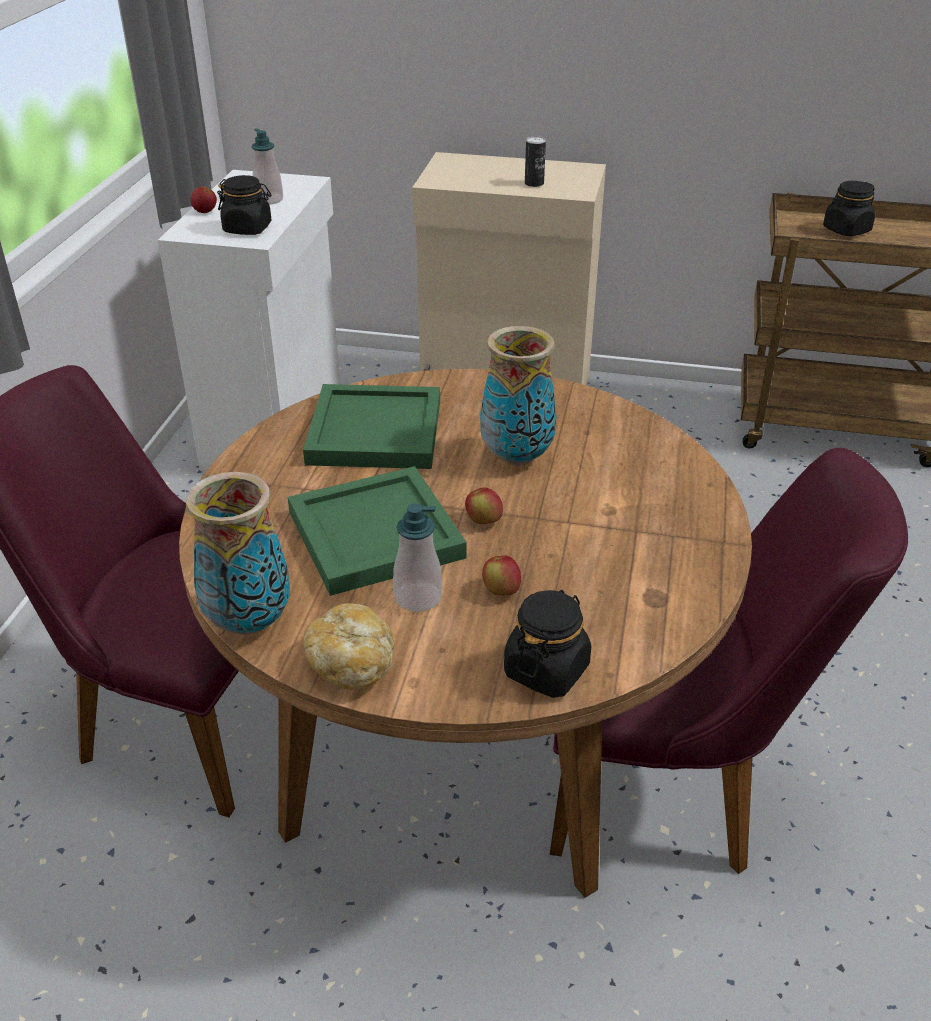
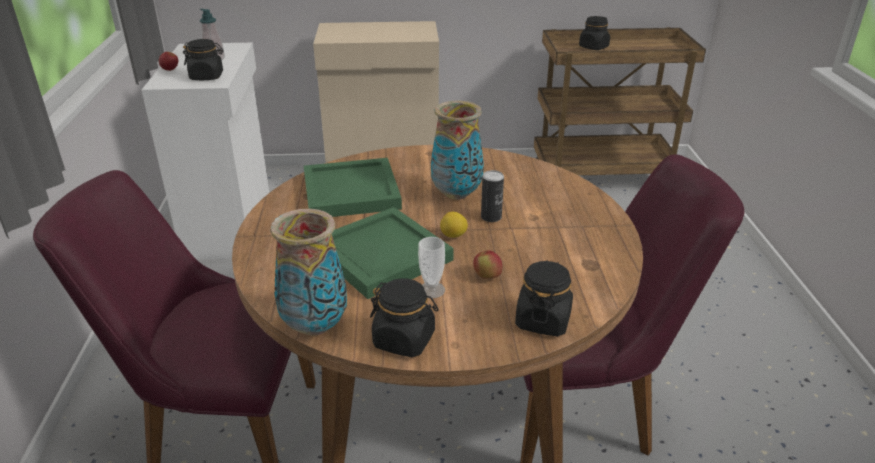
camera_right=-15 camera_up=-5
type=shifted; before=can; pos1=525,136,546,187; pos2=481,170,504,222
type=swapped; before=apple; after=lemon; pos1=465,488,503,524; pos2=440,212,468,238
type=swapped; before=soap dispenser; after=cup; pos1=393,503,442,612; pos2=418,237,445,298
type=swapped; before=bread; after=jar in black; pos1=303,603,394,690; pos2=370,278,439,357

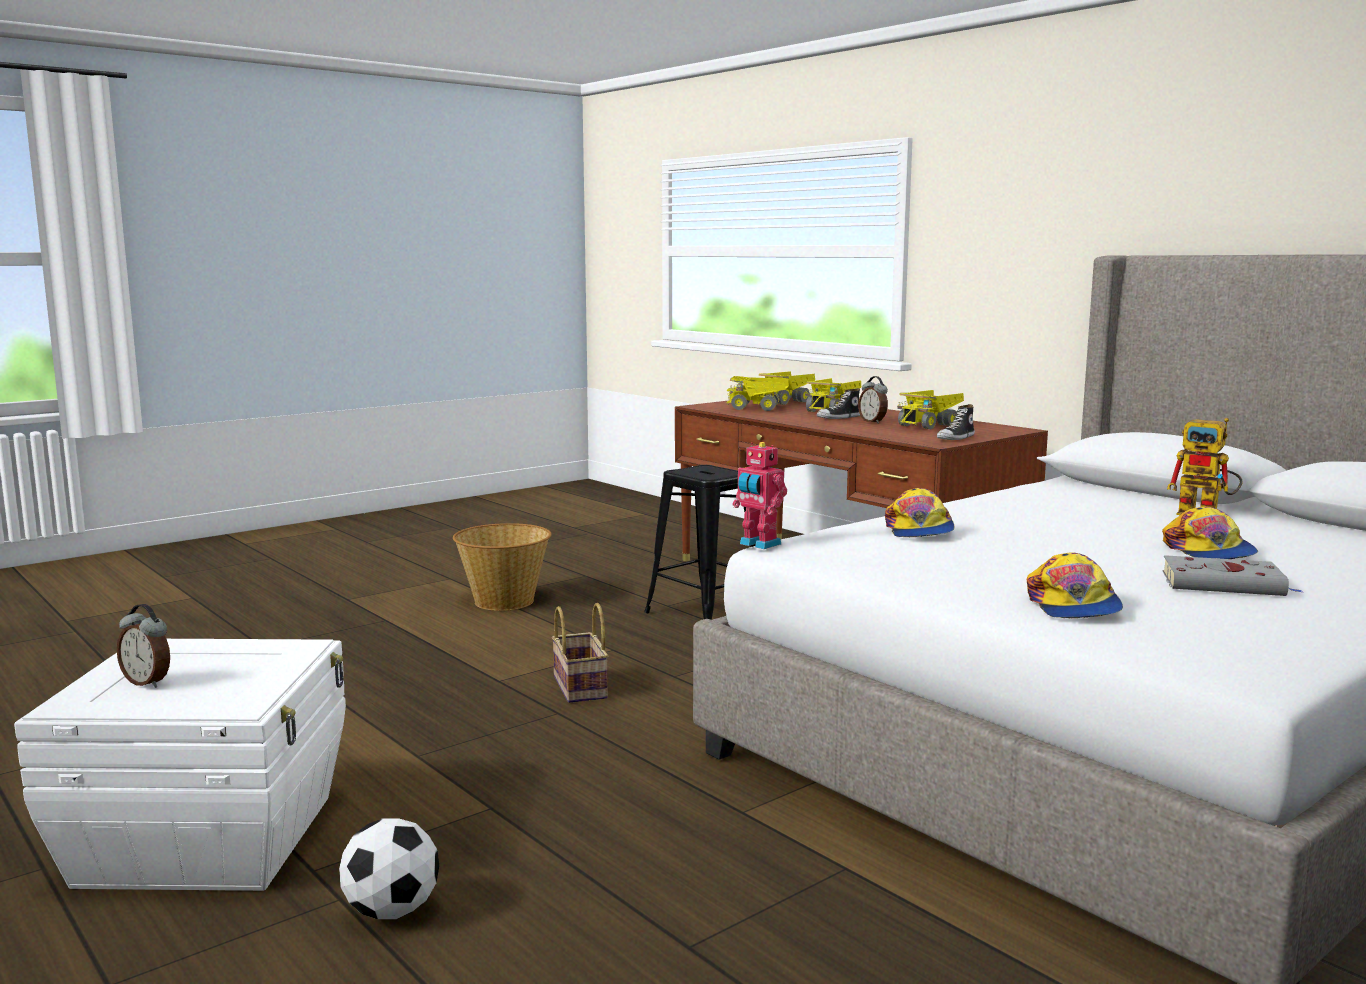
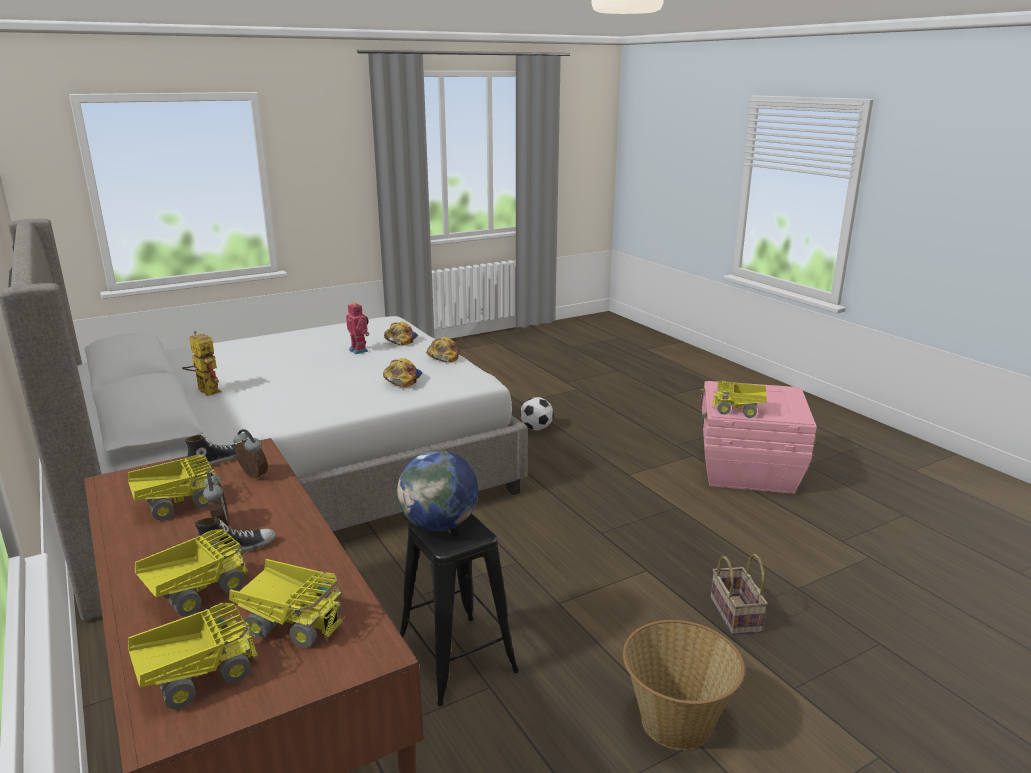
camera_right=-170 camera_up=10
type=shifted; before=toy robot; pos1=733,442,787,549; pos2=346,302,370,354
type=shifted; before=cap; pos1=1162,507,1258,559; pos2=426,337,459,363
type=gone; before=book in grey; pos1=1163,555,1302,596
type=shifted; before=basket; pos1=552,603,608,703; pos2=711,554,768,635
type=shifted; before=alarm clock; pos1=117,604,170,688; pos2=233,429,268,479
type=repainted; before=storage box in white; after=storage box in pink; pos1=14,639,346,891; pos2=700,381,817,494
type=shifted; before=football; pos1=339,818,439,919; pos2=520,397,554,430
type=new; after=toy truck; pos2=712,381,767,418
type=new; after=globe; pos2=397,450,478,531

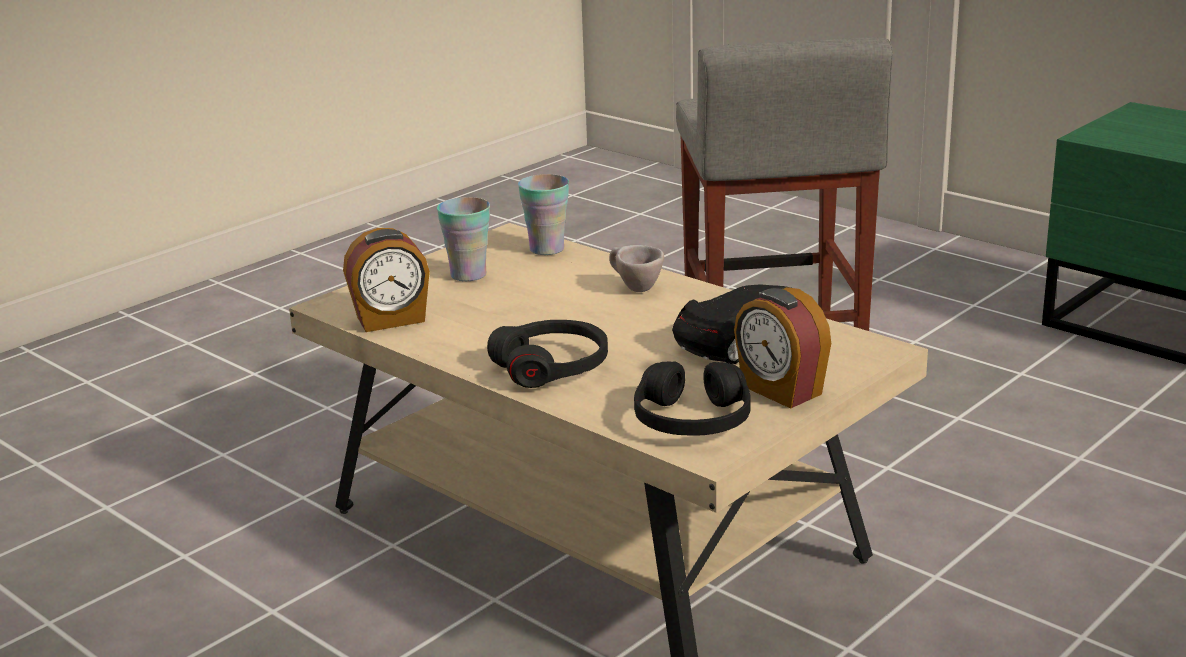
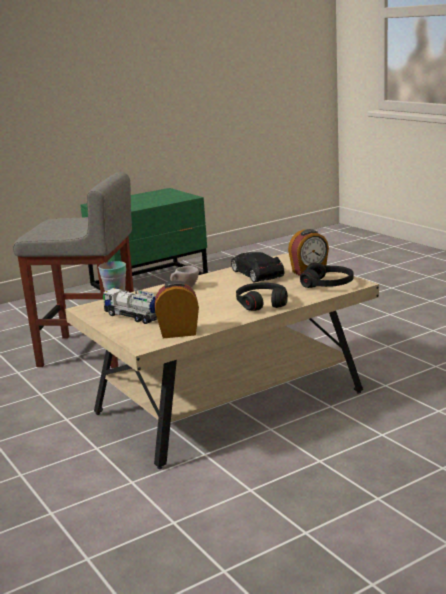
camera_right=-75 camera_up=-5
type=swapped; before=cup; after=toy truck; pos1=437,197,490,281; pos2=103,288,157,324
type=rotated; before=alarm clock; pos1=343,228,430,332; pos2=155,280,199,338; turn=-90

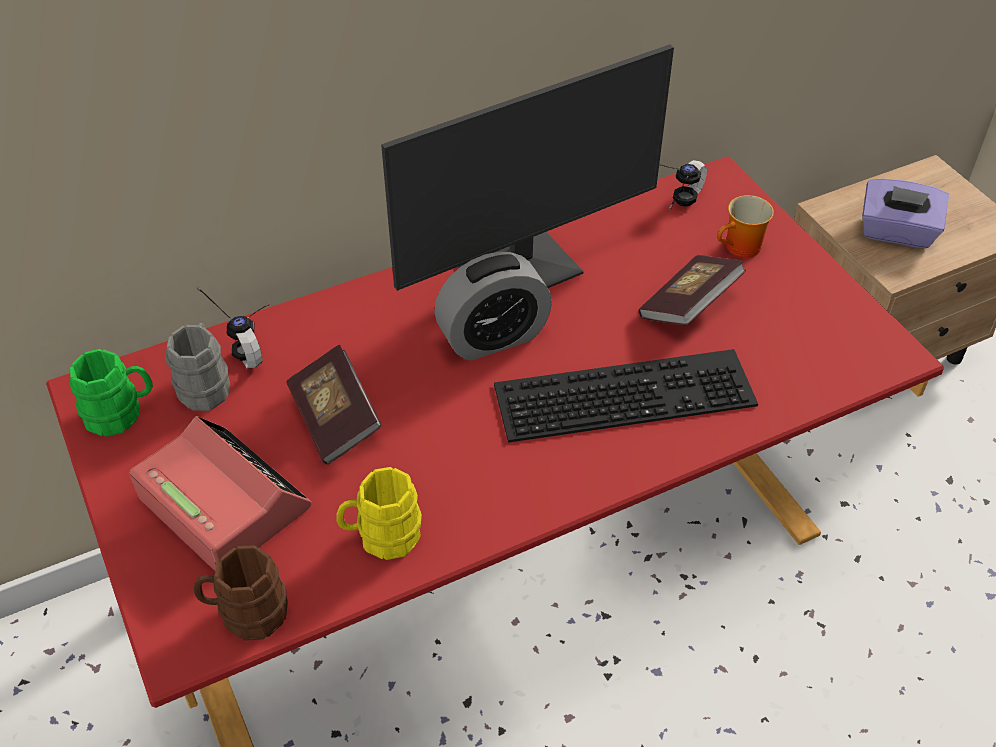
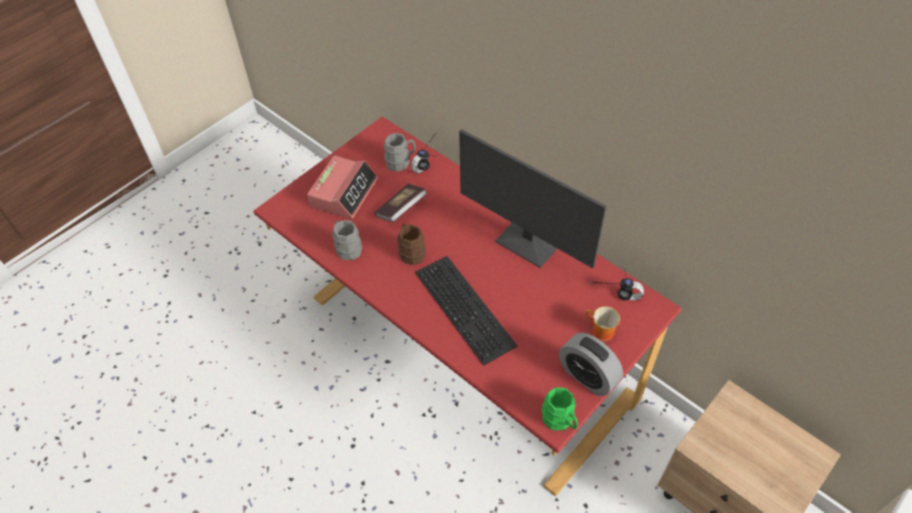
camera_right=70 camera_up=5
type=gone; before=tissue box in purple; pos1=862,178,949,248
type=shifted; before=alarm clock; pos1=434,252,552,361; pos2=559,333,623,396
type=gone; before=book; pos1=639,255,746,325
type=shifted; before=mug in green; pos1=70,349,153,437; pos2=542,387,578,431
type=repainted; before=mug in yellow; after=mug in grey; pos1=336,467,422,560; pos2=332,220,362,260
type=shifted; before=mug in brown; pos1=194,545,288,641; pos2=397,224,426,265

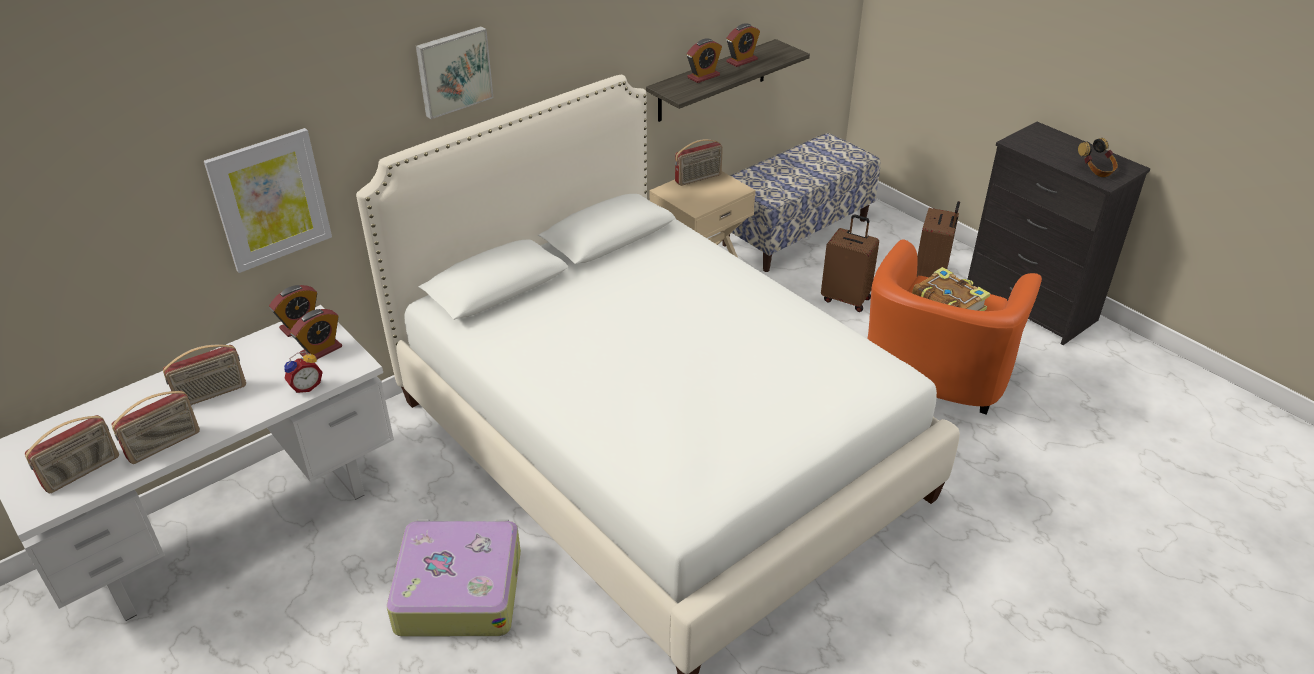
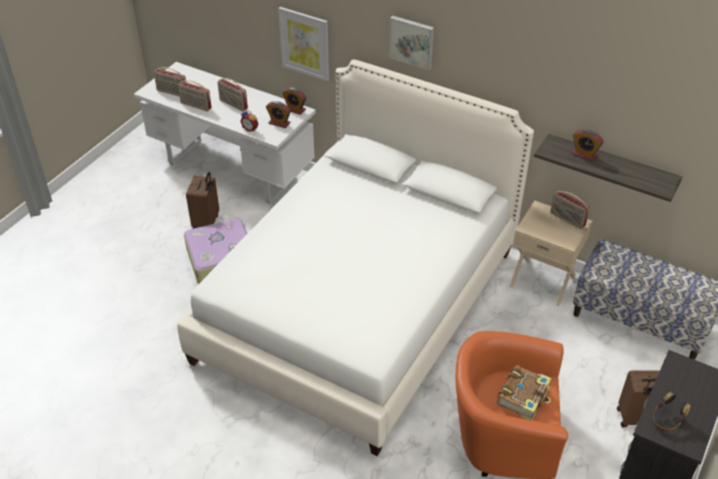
camera_right=70 camera_up=5
type=gone; before=alarm clock; pos1=726,23,760,67
type=shifted; before=suitcase in brown; pos1=821,214,879,312; pos2=186,172,219,229

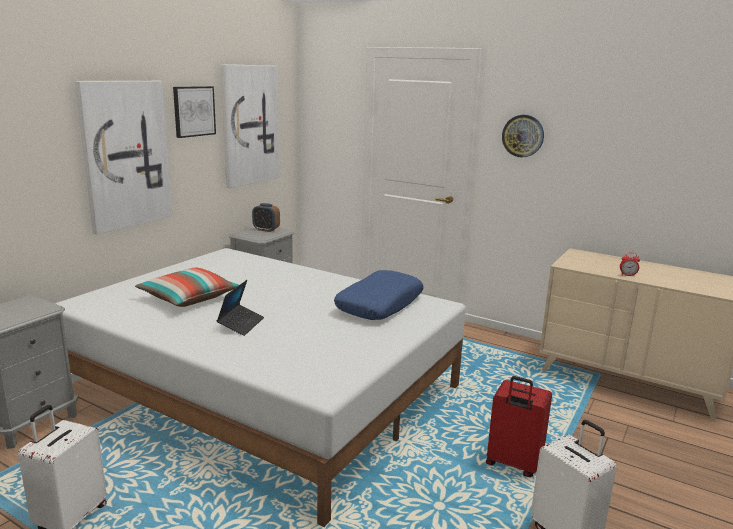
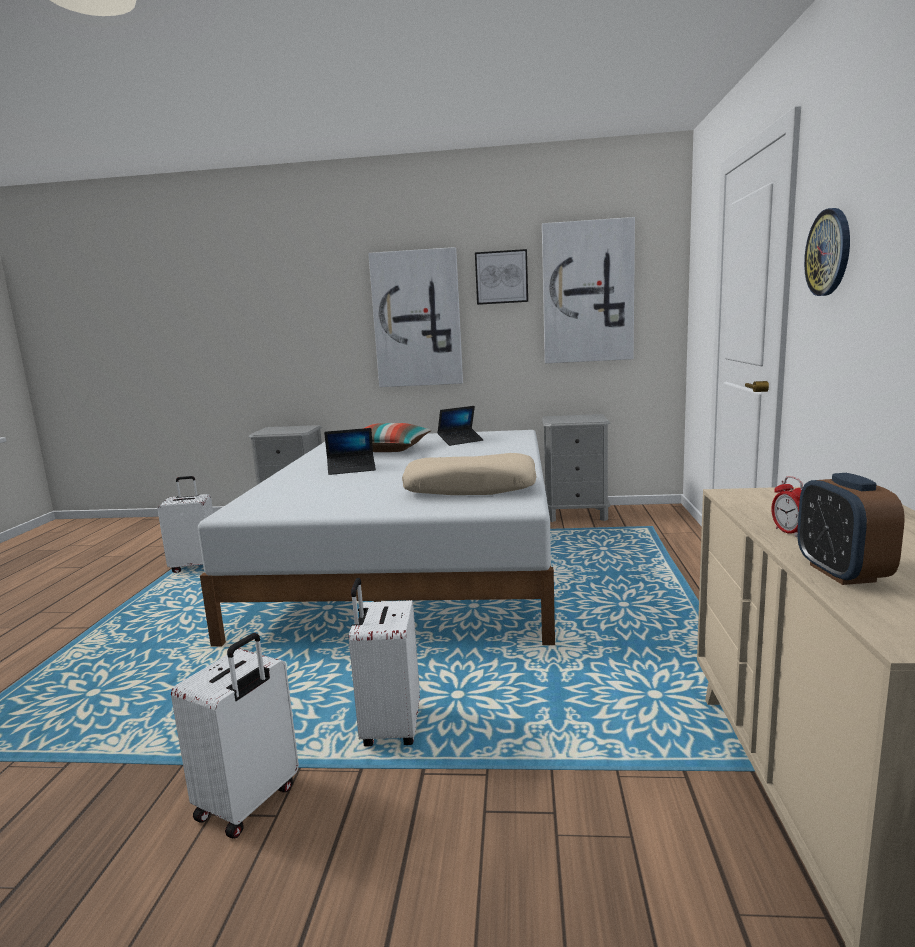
camera_right=65 camera_up=-5
type=shifted; before=alarm clock; pos1=252,203,280,232; pos2=797,473,905,585
type=repainted; before=pillow in blue; after=pillow in beige; pos1=334,270,424,320; pos2=402,453,537,495
type=repainted; before=suitcase in red; after=suitcase in white; pos1=486,376,552,477; pos2=349,578,420,746
type=new; after=laptop; pos2=437,406,483,446

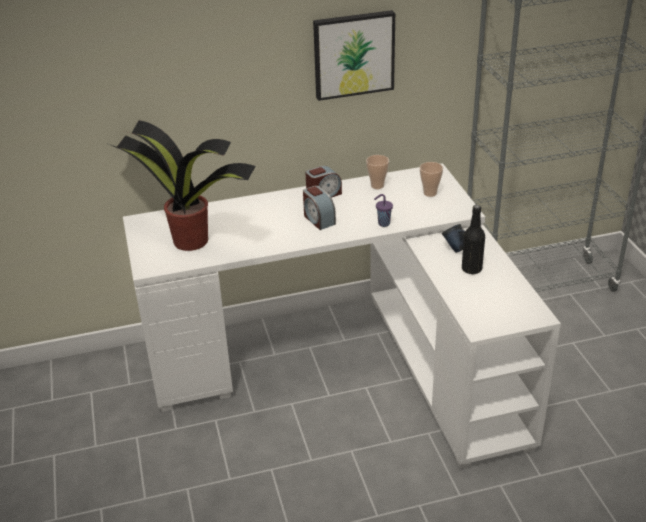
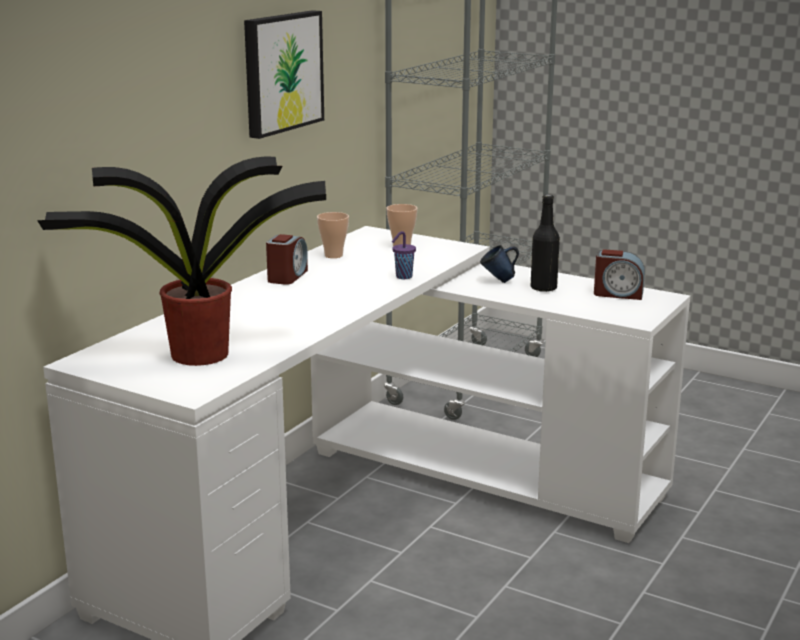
camera_right=-45 camera_up=-15
type=shifted; before=alarm clock; pos1=303,186,336,230; pos2=594,249,645,300

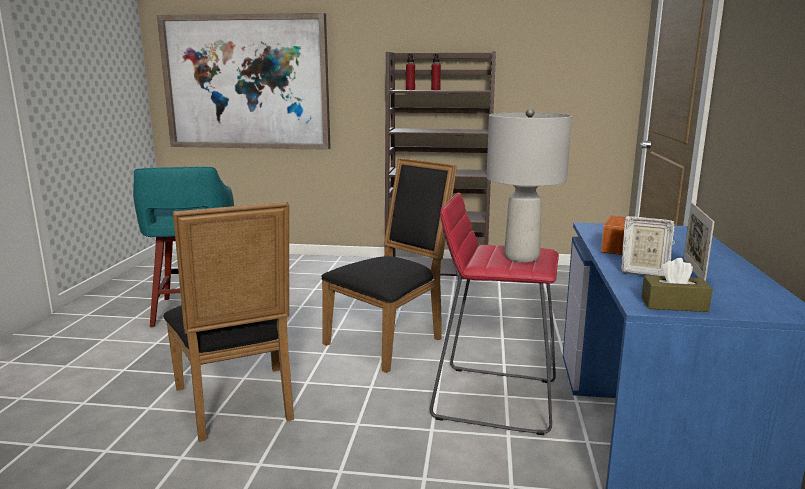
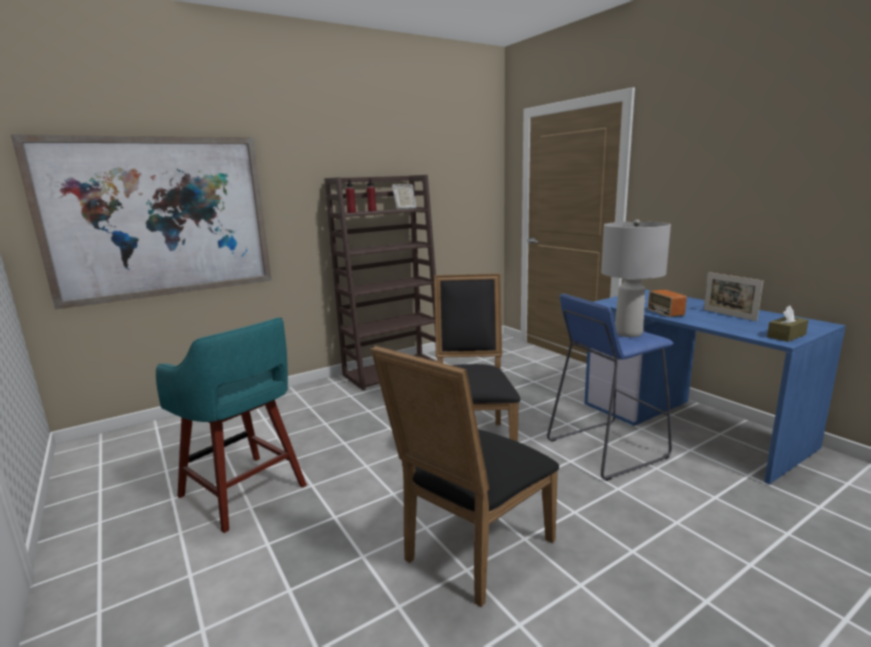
camera_right=-40 camera_up=0
type=repainted; before=stool in red; after=stool in blue; pos1=430,192,559,435; pos2=547,294,674,481
type=rotated; before=chair in black; pos1=163,202,294,442; pos2=371,346,559,607; turn=105
type=shifted; before=picture frame; pos1=621,216,675,276; pos2=392,184,417,210

